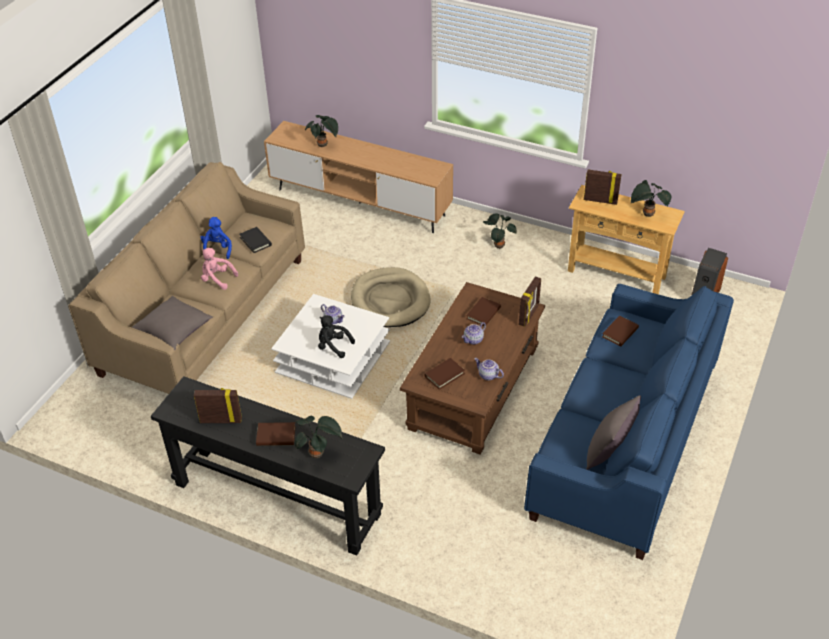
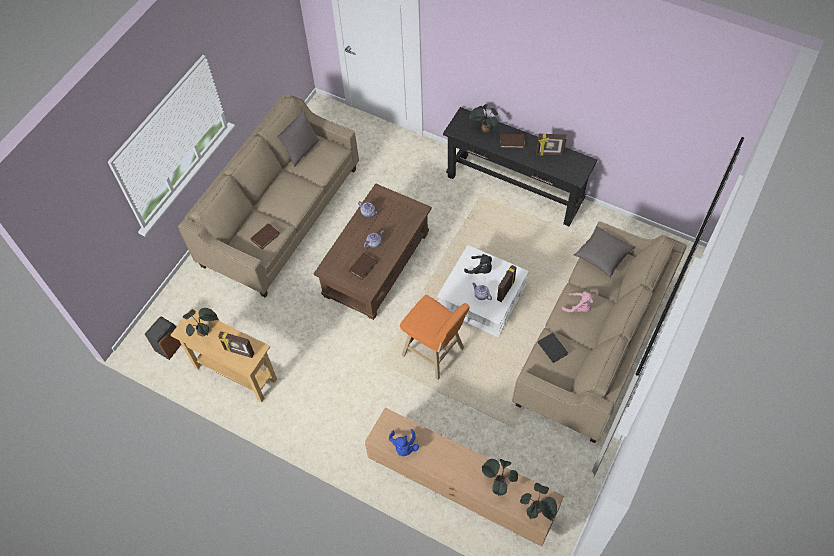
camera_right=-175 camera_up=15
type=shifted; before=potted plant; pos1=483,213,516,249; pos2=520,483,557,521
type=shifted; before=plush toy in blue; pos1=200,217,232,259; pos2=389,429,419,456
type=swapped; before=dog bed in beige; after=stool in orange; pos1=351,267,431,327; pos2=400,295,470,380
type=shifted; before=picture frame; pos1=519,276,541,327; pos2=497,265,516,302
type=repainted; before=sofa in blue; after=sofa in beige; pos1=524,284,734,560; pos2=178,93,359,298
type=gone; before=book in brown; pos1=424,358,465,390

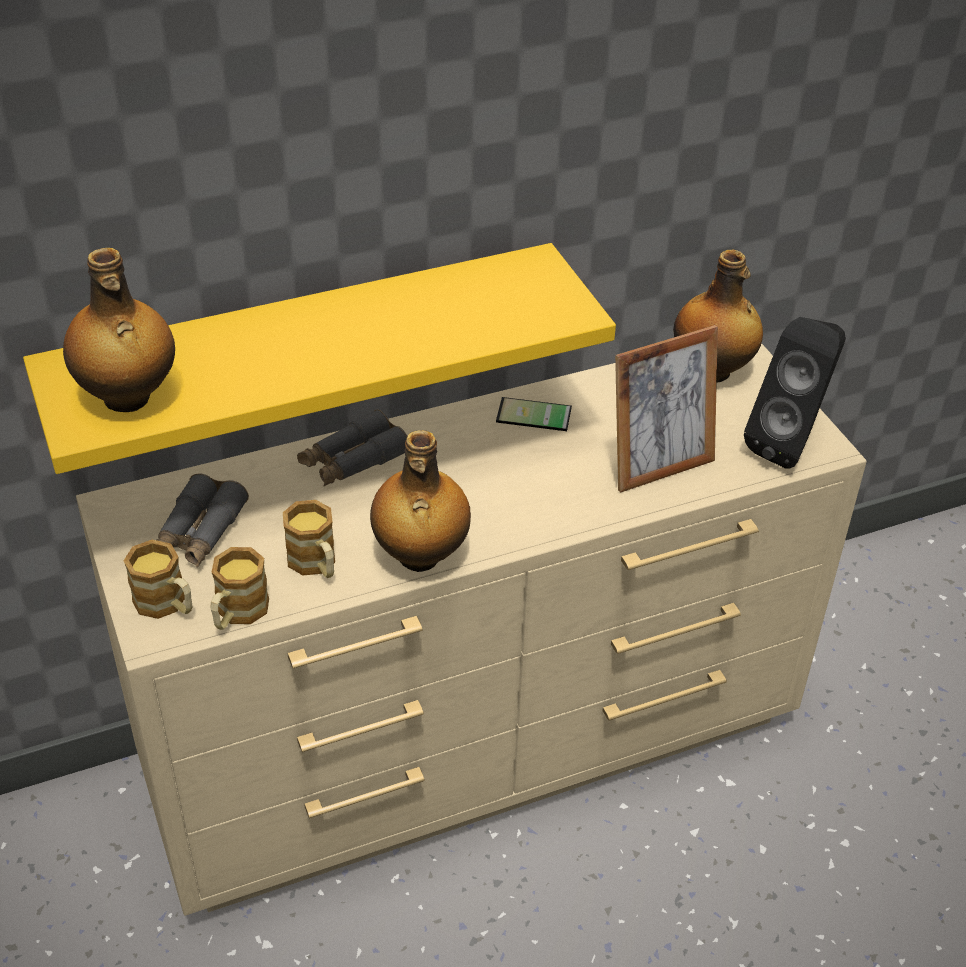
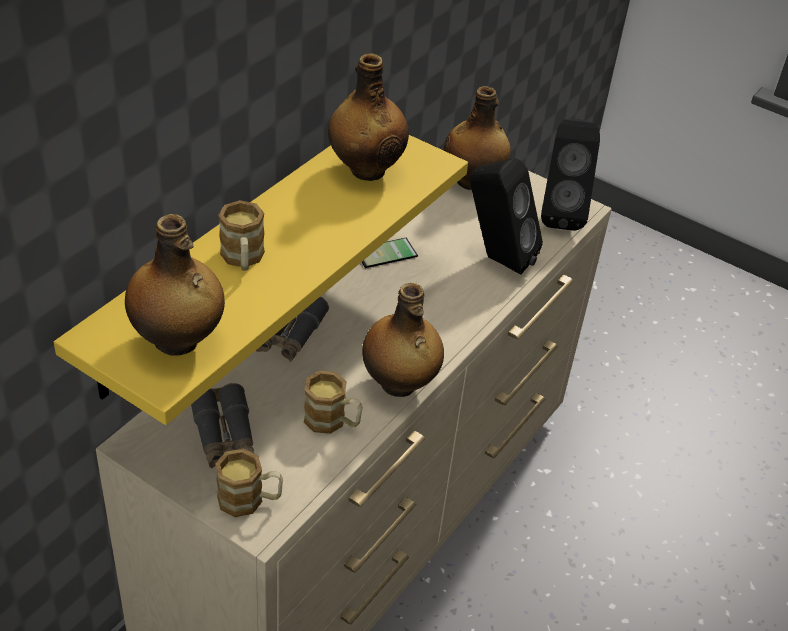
camera_right=-35 camera_up=0
type=swapped; before=picture frame; after=speaker in black; pos1=615,325,718,493; pos2=470,158,543,275
type=shifted; before=mug; pos1=211,547,269,630; pos2=218,200,265,271
type=new; after=bottle; pos2=328,53,409,181

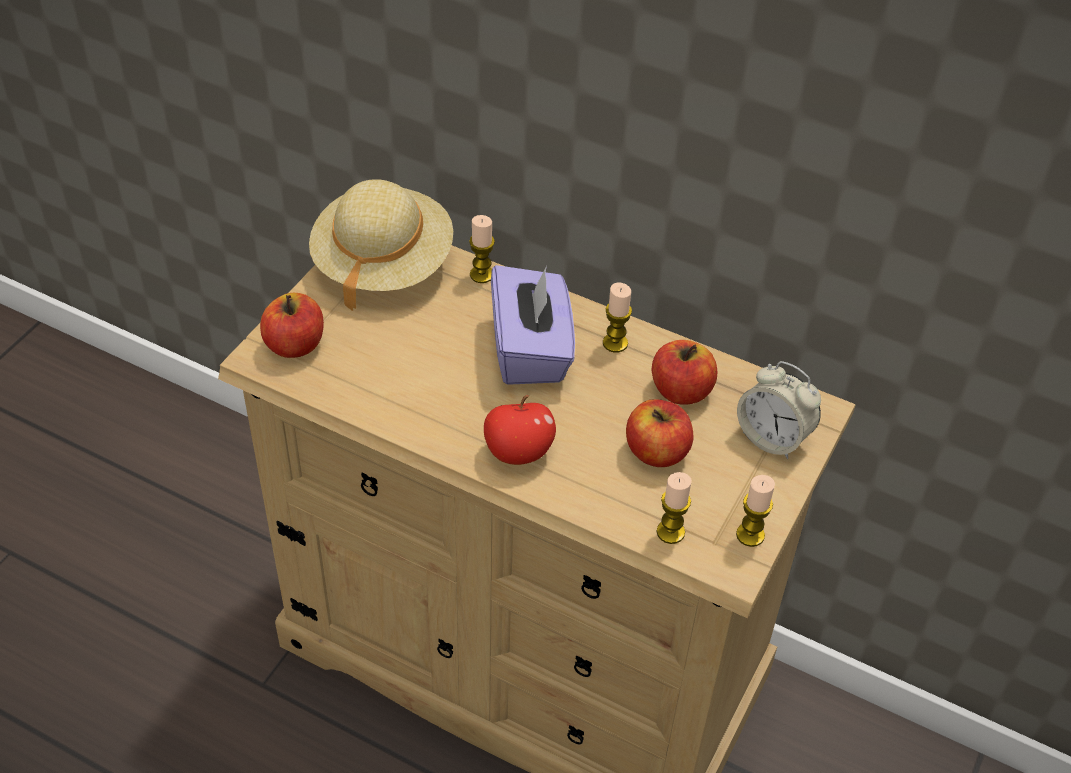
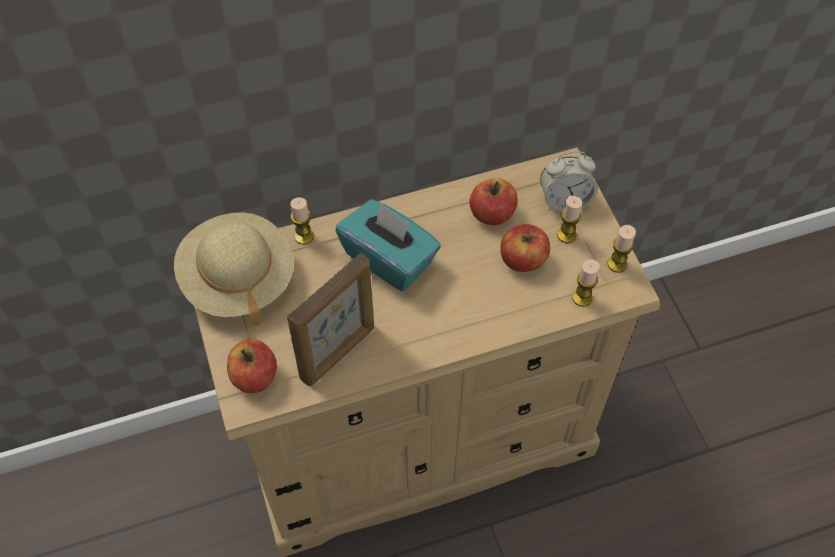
camera_right=-45 camera_up=10
type=repainted; before=tissue box in purple; after=tissue box in turquoise; pos1=491,265,575,385; pos2=335,199,441,291
type=shifted; before=candle; pos1=603,282,632,353; pos2=557,196,582,243
type=gone; before=apple; pos1=484,395,556,465
type=new; after=picture frame; pos2=287,253,374,386

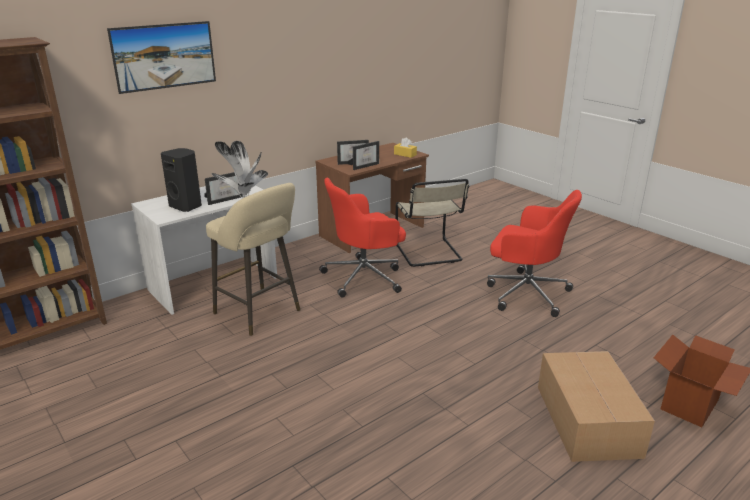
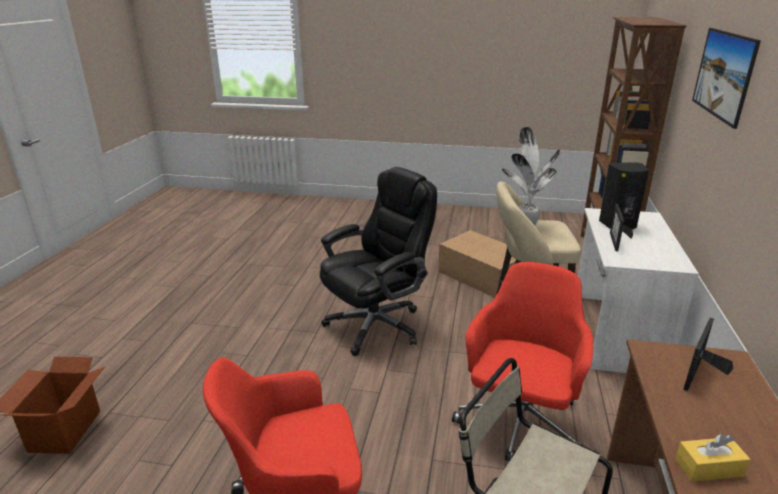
camera_right=140 camera_up=0
type=gone; before=picture frame; pos1=347,141,379,170
type=shifted; before=cardboard box; pos1=538,351,655,462; pos2=438,230,516,298
type=new; after=office chair in black; pos2=320,167,437,356

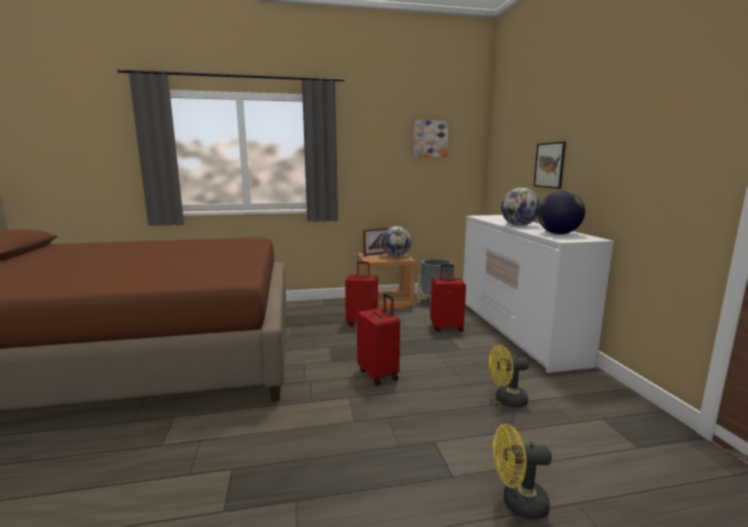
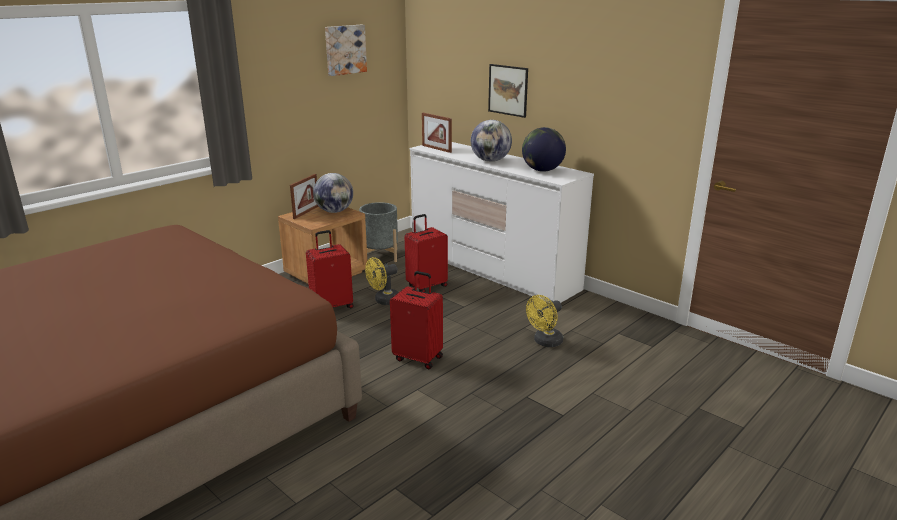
camera_right=-35 camera_up=10
type=shifted; before=fan in yellow; pos1=493,424,552,520; pos2=365,257,399,305
type=new; after=picture frame; pos2=422,113,452,153

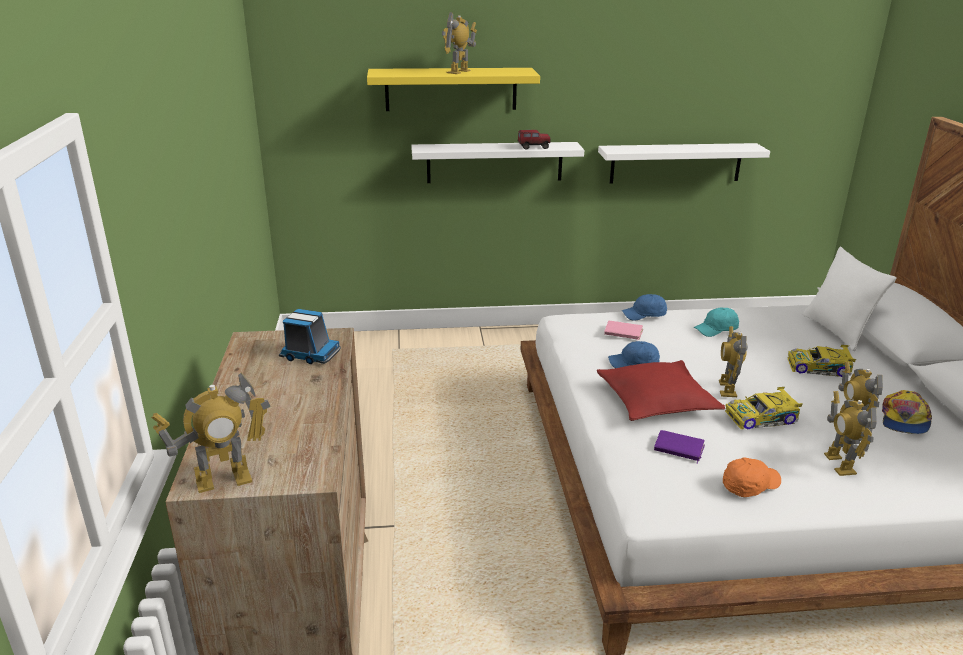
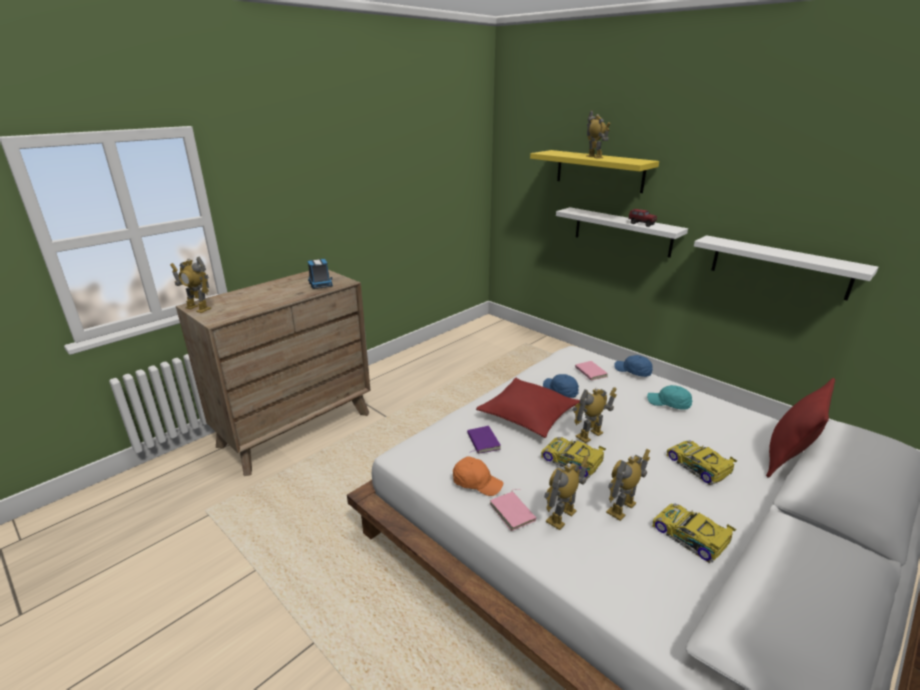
camera_right=50 camera_up=0
type=rotated; before=toy robot; pos1=442,12,477,74; pos2=586,110,610,159; turn=75
type=repainted; before=pillow in white; after=pillow in red; pos1=803,247,896,351; pos2=766,378,835,478
type=swapped; before=cap; after=toy car; pos1=882,390,932,434; pos2=652,503,736,563
type=new; after=book in pink; pos2=490,489,537,531

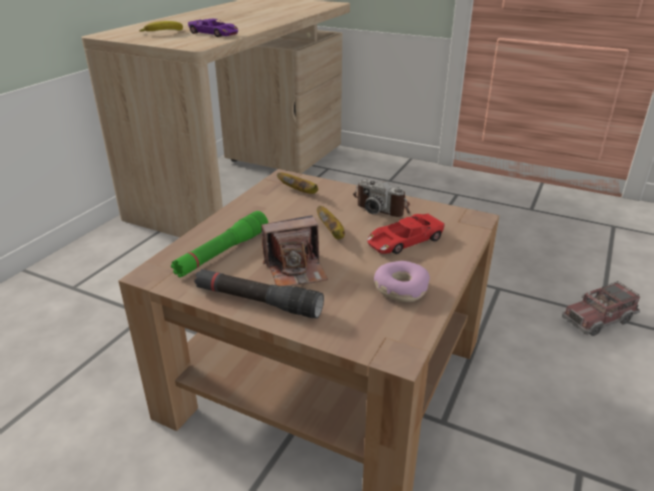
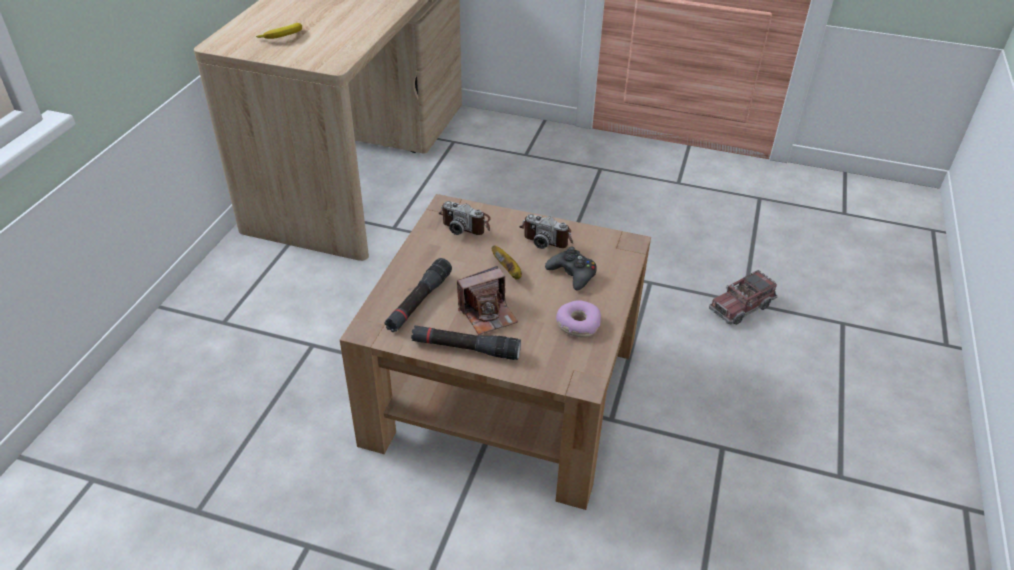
camera_right=-10 camera_up=10
type=gone; before=toy car in purple; pos1=188,19,238,37
type=swapped; before=banana; after=photo camera; pos1=277,172,318,194; pos2=439,201,491,235
type=repainted; before=flashlight in green; after=flashlight in black; pos1=171,211,268,277; pos2=384,258,452,332
type=swapped; before=toy car in red; after=game controller in black; pos1=367,213,445,254; pos2=545,247,597,291

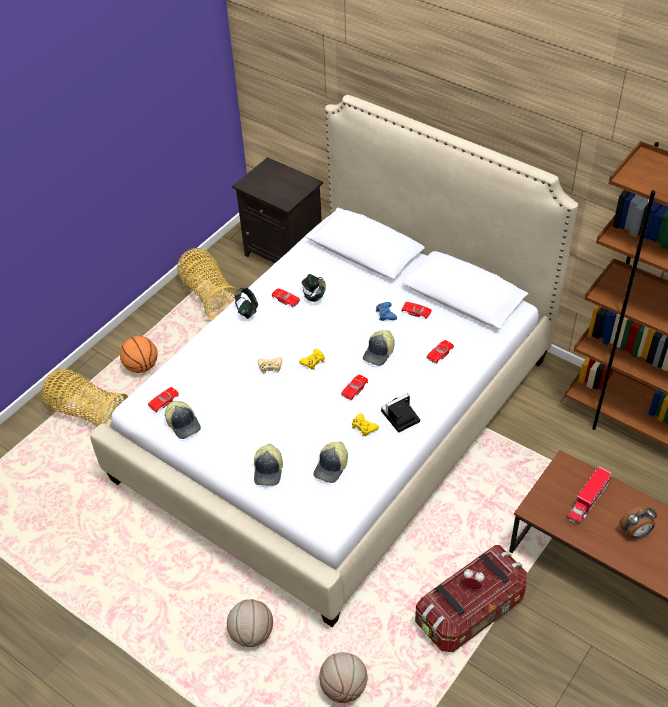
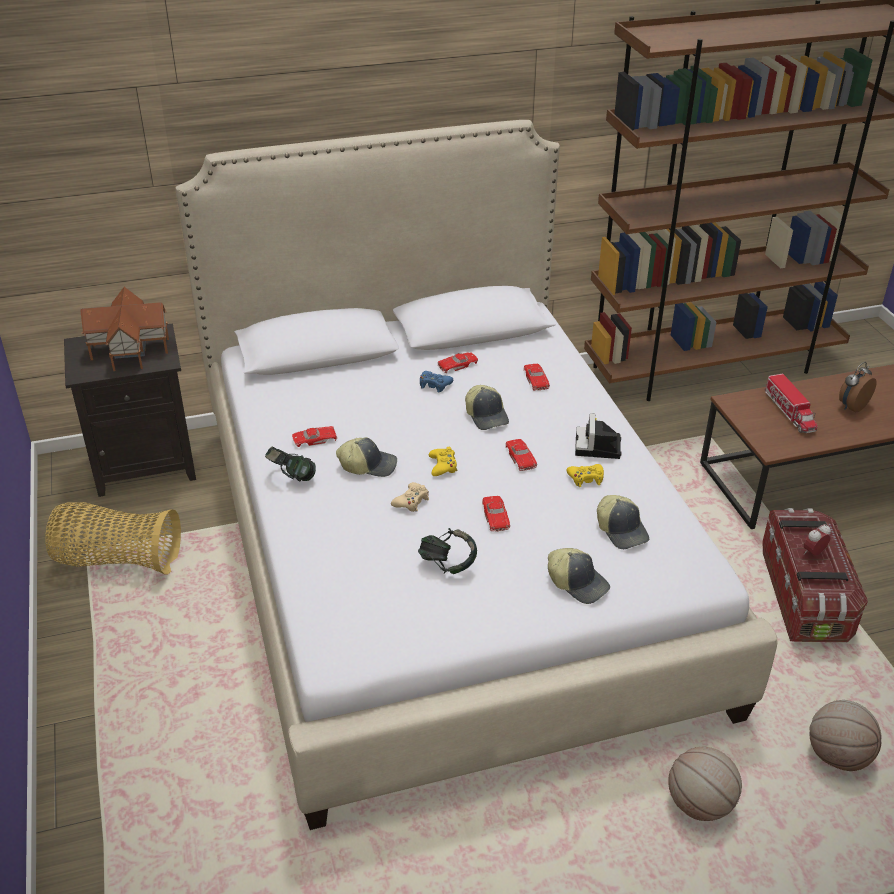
camera_right=-55 camera_up=-10
type=shifted; before=headphones; pos1=301,274,326,302; pos2=418,528,477,574
type=gone; before=basketball; pos1=120,336,157,373
type=gone; before=basket; pos1=41,369,128,426
type=shifted; before=toy car in red; pos1=148,387,179,412; pos2=482,496,510,531
type=shifted; before=cap; pos1=165,401,201,439; pos2=336,437,397,477
type=rotated; before=alarm clock; pos1=619,506,657,538; pos2=839,362,877,412; turn=-150
type=new; after=toy house; pos2=80,287,169,371

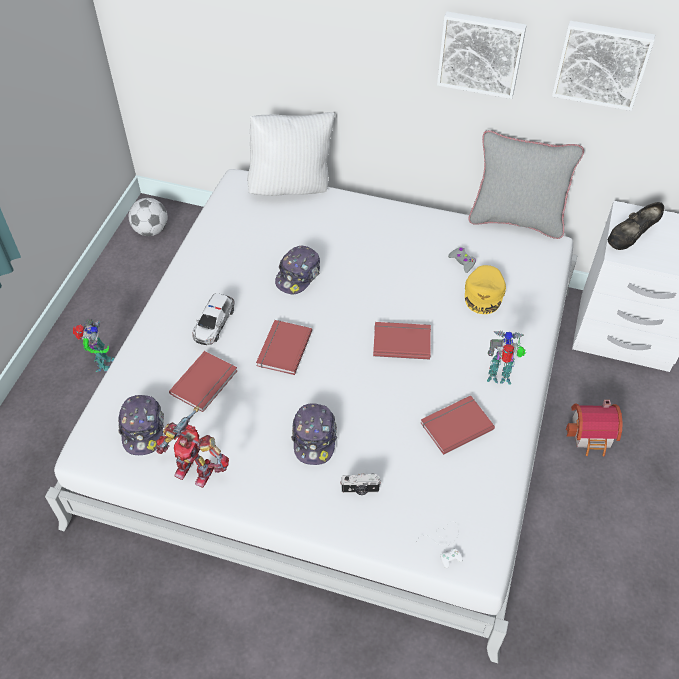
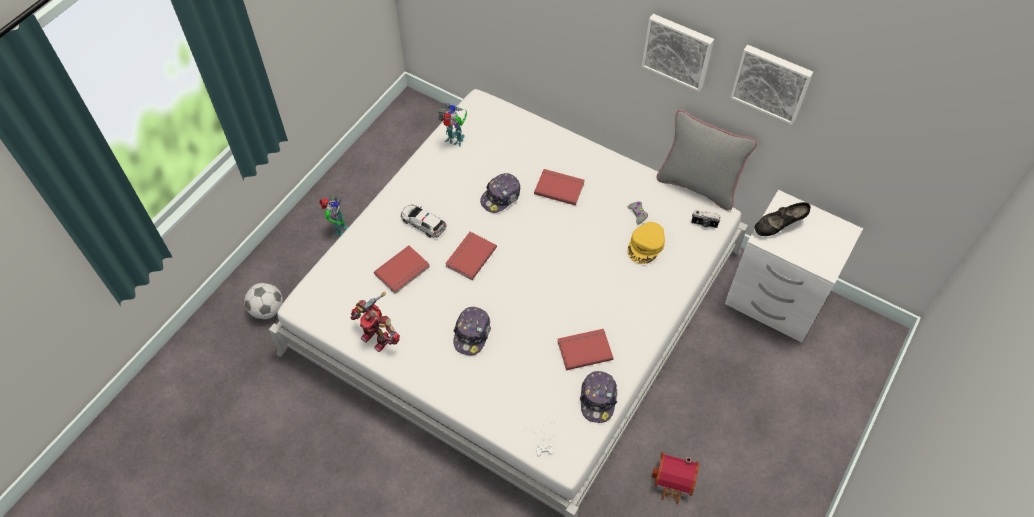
camera_right=15 camera_up=5
type=gone; before=pillow in white; pos1=247,112,335,196
type=shifted; before=football; pos1=129,198,168,236; pos2=244,282,283,320
type=rotated; before=toy car; pos1=192,293,235,345; pos2=401,204,447,238; turn=90
type=shifted; before=book in red; pos1=373,322,431,360; pos2=534,169,585,206
type=shifted; before=toy robot; pos1=487,331,526,385; pos2=438,103,467,147
type=shifted; before=cap; pos1=118,395,164,455; pos2=580,371,617,423
type=shifted; before=toy house; pos1=566,400,623,457; pos2=652,452,699,504
type=shifted; before=photo camera; pos1=340,473,381,495; pos2=691,210,721,228

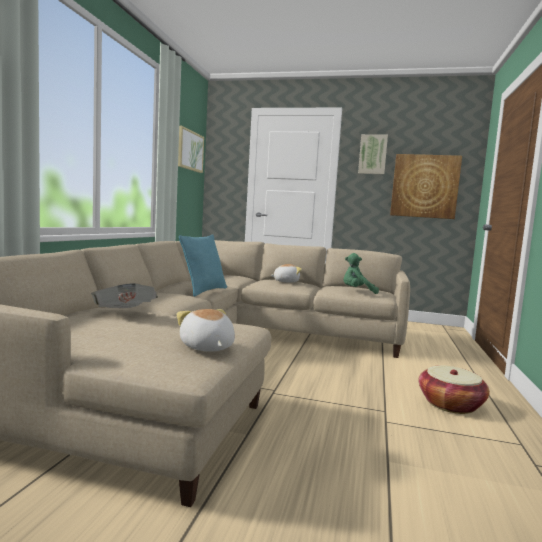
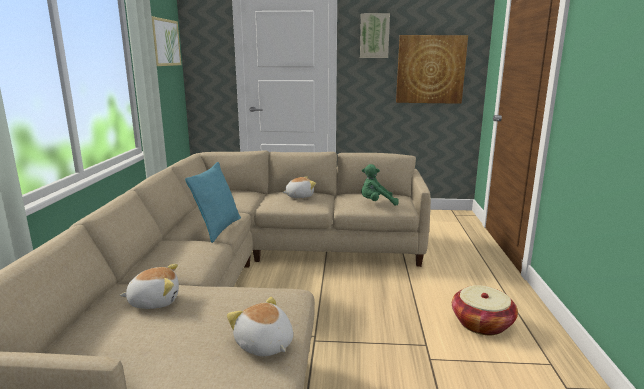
camera_right=-10 camera_up=10
type=swapped; before=newspaper; after=plush toy; pos1=91,283,158,308; pos2=119,264,179,309

